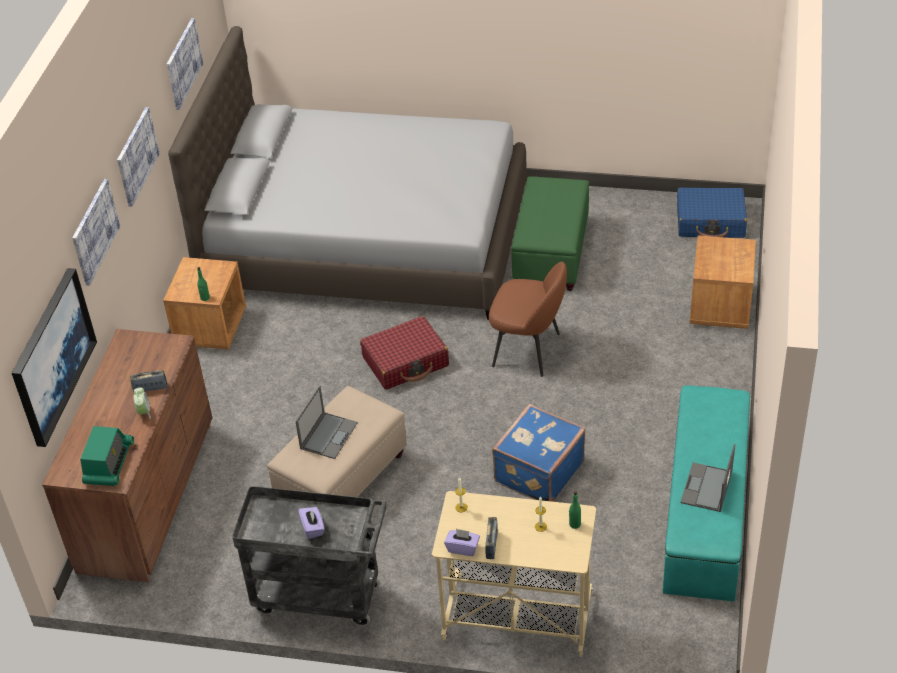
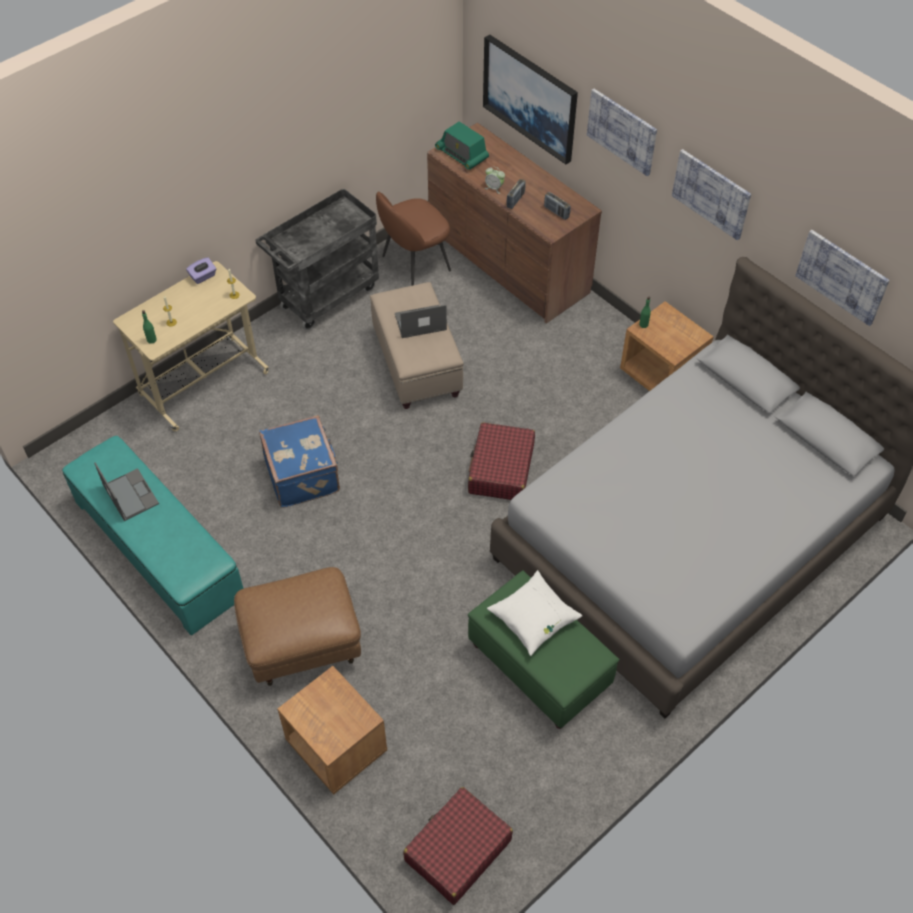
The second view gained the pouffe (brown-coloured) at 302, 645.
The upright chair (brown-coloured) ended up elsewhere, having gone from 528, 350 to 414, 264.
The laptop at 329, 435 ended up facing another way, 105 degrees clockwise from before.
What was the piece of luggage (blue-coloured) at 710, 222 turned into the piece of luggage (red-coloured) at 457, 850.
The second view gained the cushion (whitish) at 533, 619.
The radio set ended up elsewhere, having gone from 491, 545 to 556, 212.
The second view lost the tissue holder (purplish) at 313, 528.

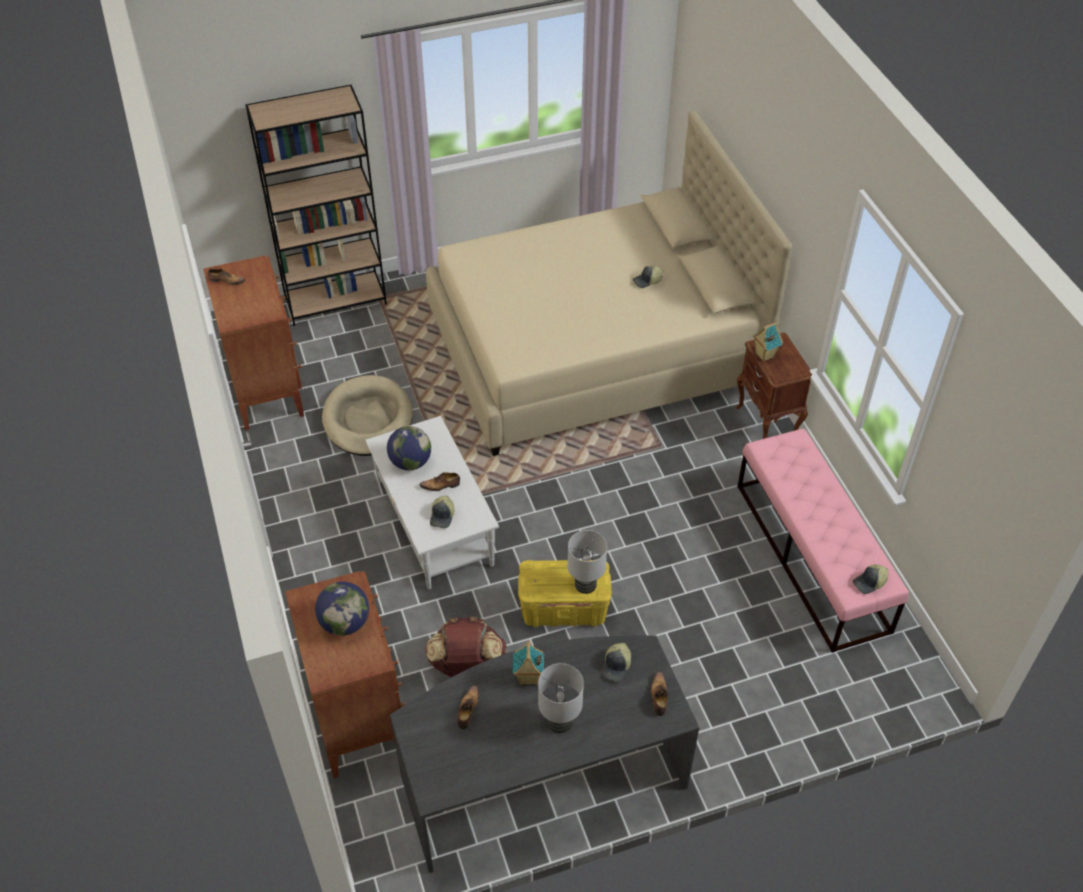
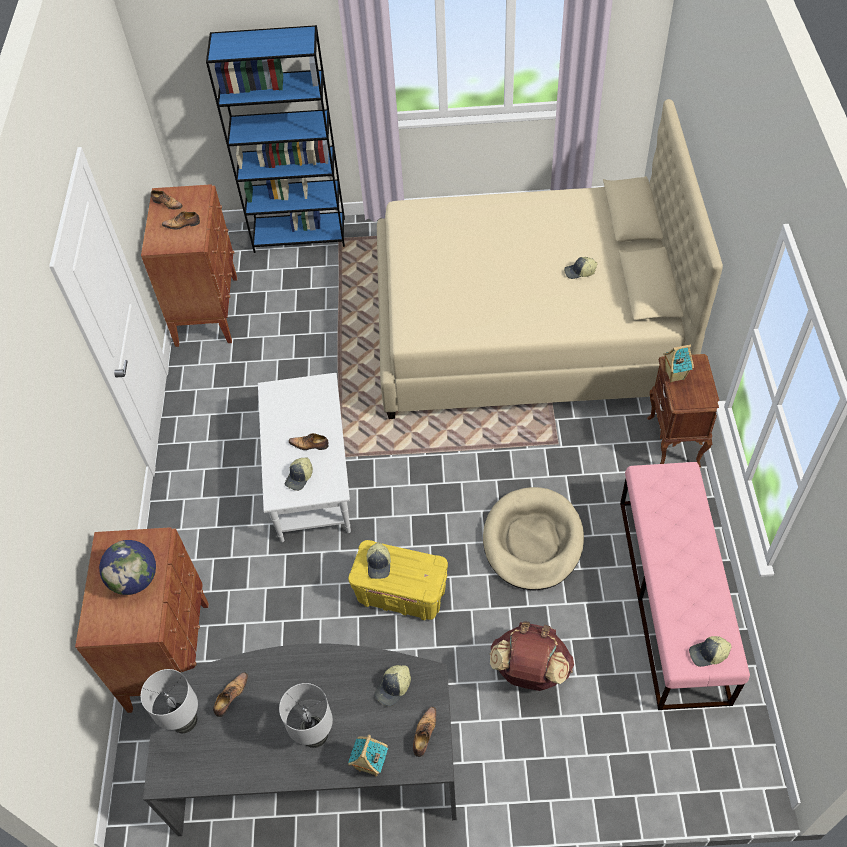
The table lamp (gray) ended up elsewhere, having gone from 585, 584 to 184, 720.
The second view gained the low shoe at 182, 225.
What was the bookcase (beige-coloured) at 336, 301 turned into the bookcase (blue-coloured) at 300, 235.
The toy house ended up elsewhere, having gone from 528, 678 to 370, 765.
The second view gained the peaked cap at 379, 564.
The dog bed (beige-coloured) ended up elsewhere, having gone from 368, 419 to 532, 541.
The backpack (brown-coloured) ended up elsewhere, having gone from 466, 665 to 529, 671.
The second view lost the world globe at 410, 462.

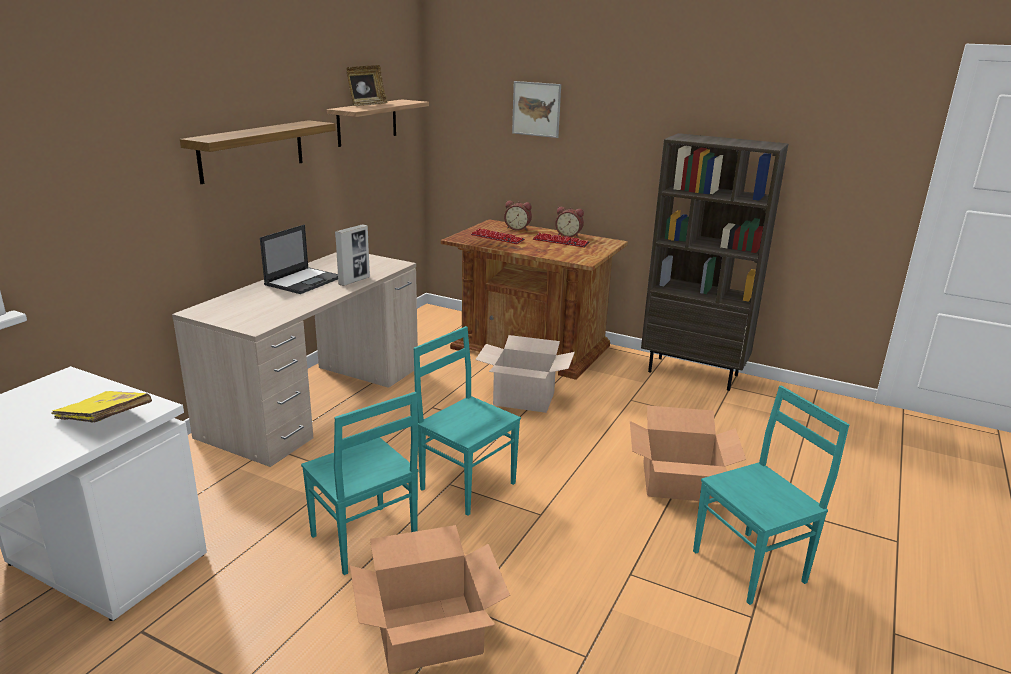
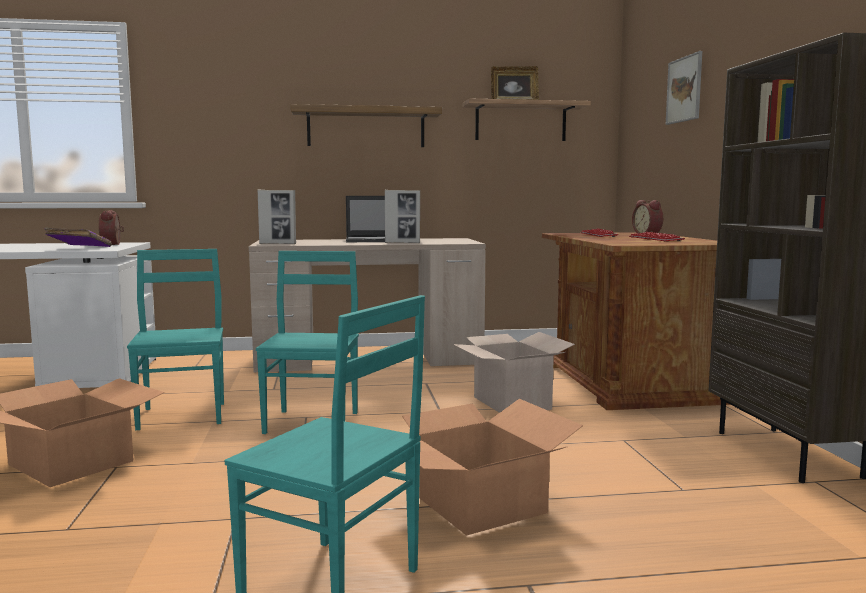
What was the bound book (yellow) at 104, 420 turned into the bound book (purplish) at 79, 248.
The alarm clock ended up elsewhere, having gone from 569, 235 to 113, 245.
The upright chair (turquoise-coloured) at 363, 540 ended up facing another way, 150 degrees clockwise from before.
The second view gained the standing frame at 277, 244.

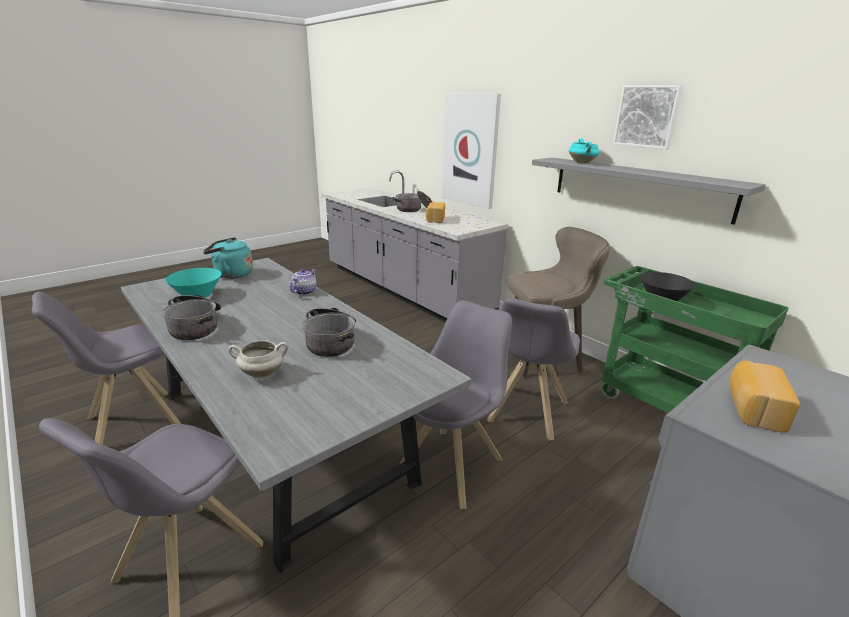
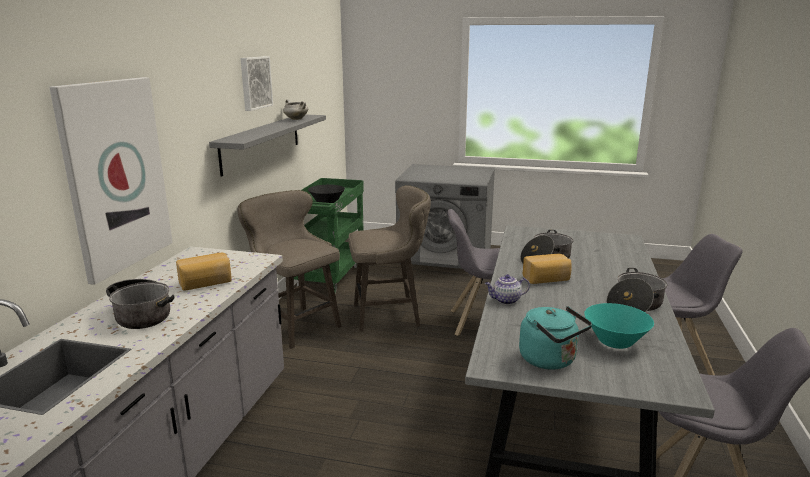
The stockpot (whitish) ended up elsewhere, having gone from 262, 373 to 295, 119.
Where the upright chair (gray) stood at 527, 412, the stool seat (beige-coloured) came to stand at 390, 314.
The baked bread ended up elsewhere, having gone from 753, 409 to 546, 279.
The second view lost the stockpot (turquoise-coloured) at 582, 163.

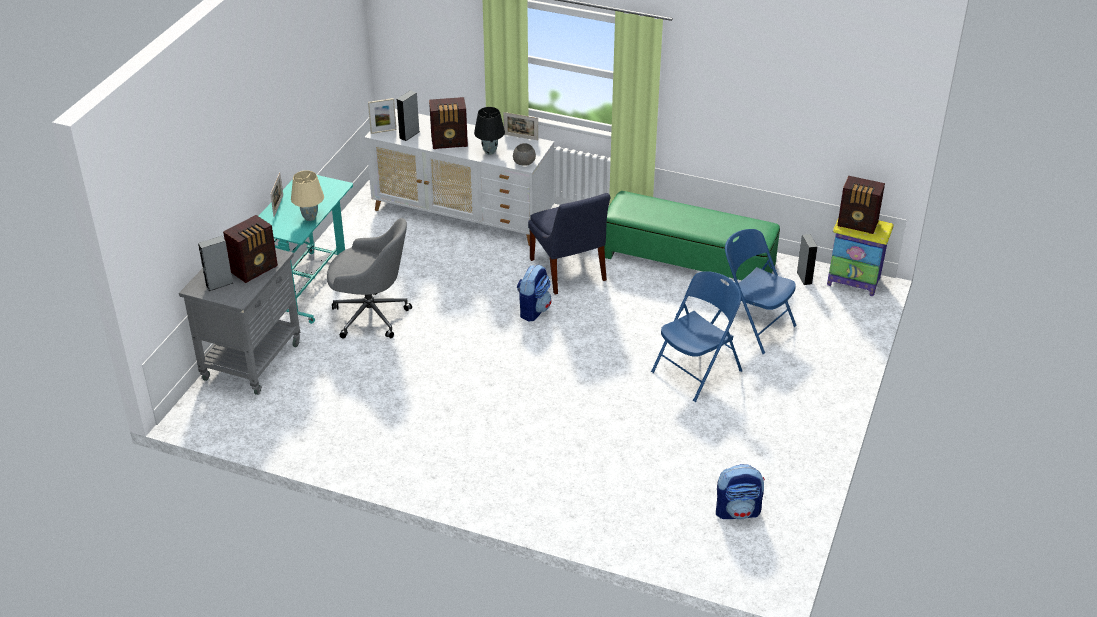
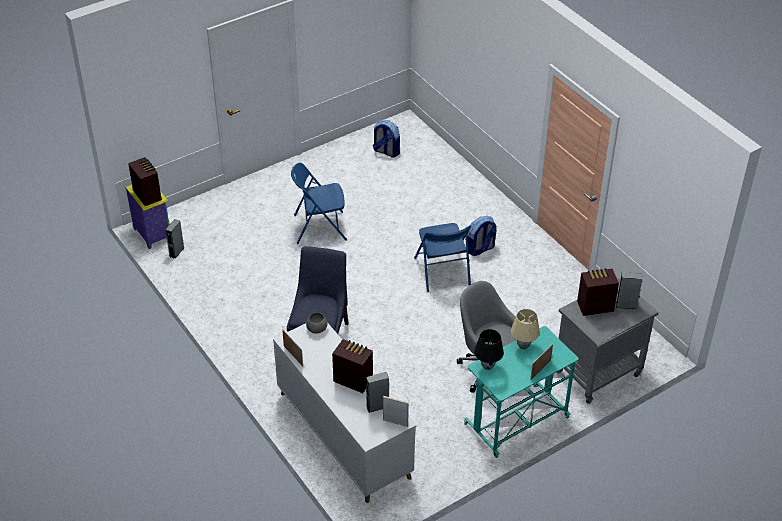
The upright chair (blue-coloured) ended up elsewhere, having gone from 752, 326 to 441, 271.
The backpack ended up elsewhere, having gone from 533, 310 to 480, 249.
The table lamp (blackish) ended up elsewhere, having gone from 490, 152 to 487, 366.
The second view lost the bench (greenish) at 689, 260.

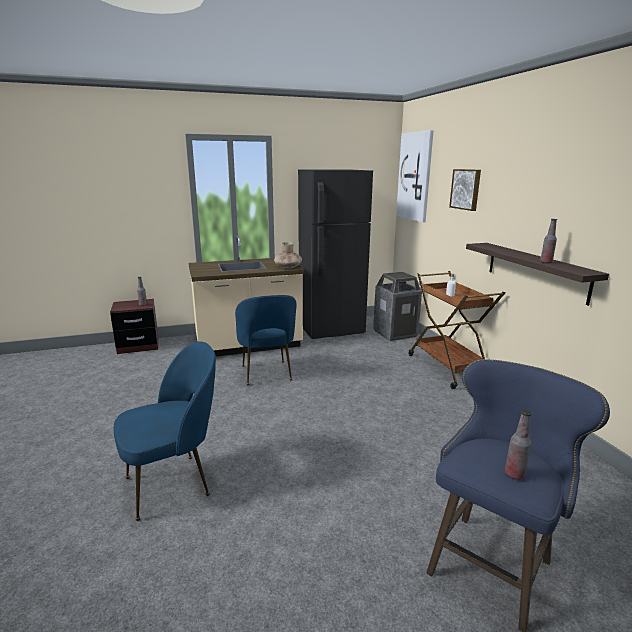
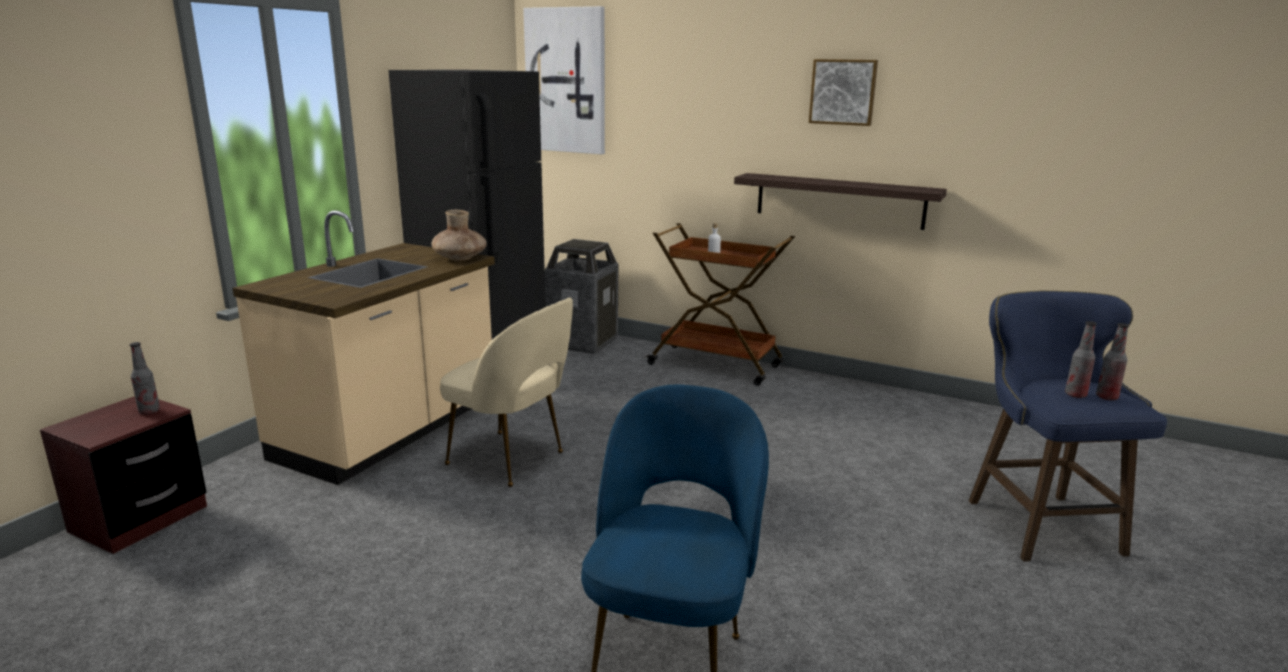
What was the upright chair (blue-coloured) at 266, 375 turned into the upright chair (beige-coloured) at 512, 461.
The wall picture ended up elsewhere, having gone from 466, 189 to 843, 92.
The bottle ended up elsewhere, having gone from 546, 262 to 1075, 395.

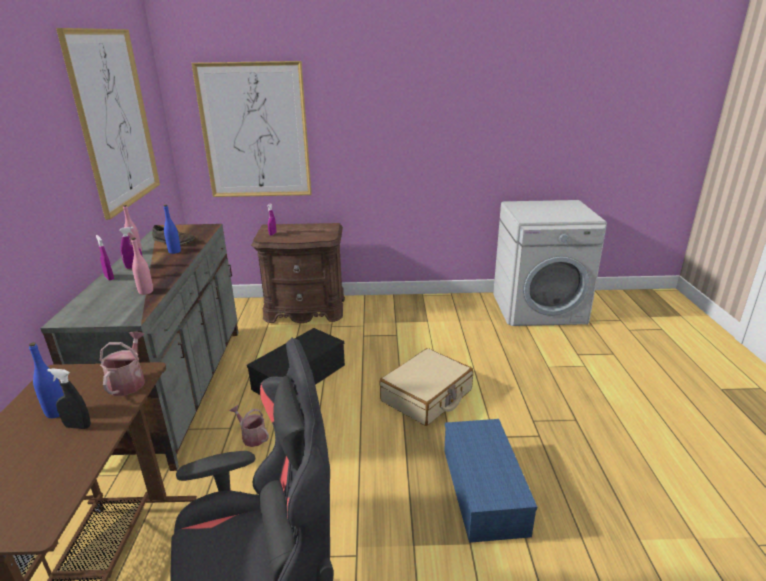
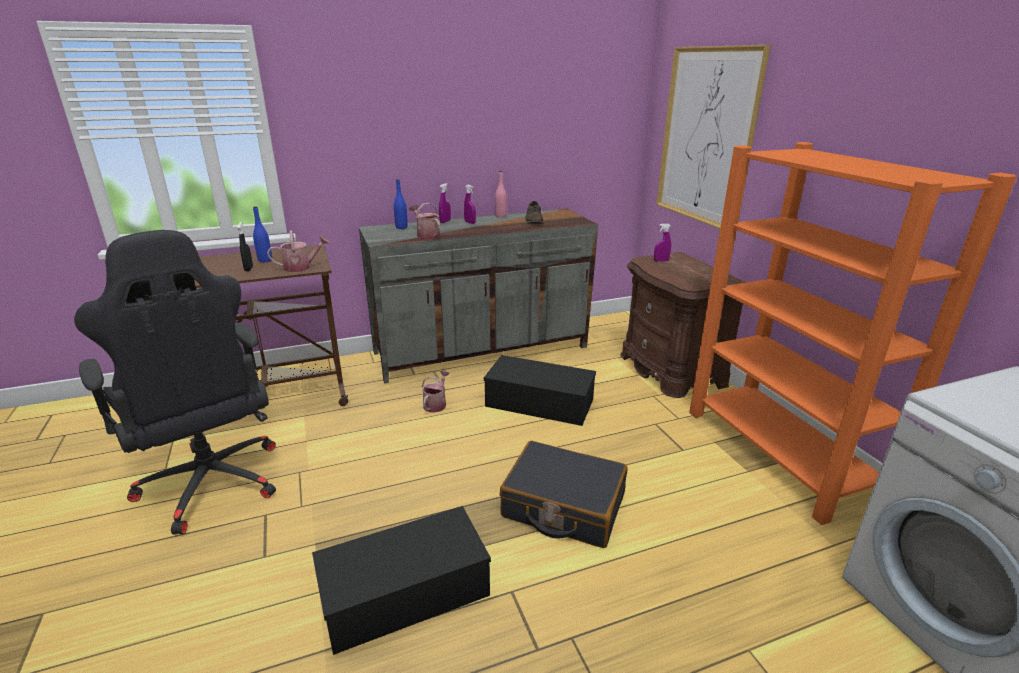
What was the storage container (blue-coloured) at 485, 491 turned into the storage container (blackish) at 403, 595.
The bottle (blue-coloured) ended up elsewhere, having gone from 174, 251 to 401, 227.
Where the bottle (pinkish) stood at 146, 292, the watering pot came to stand at 426, 235.
What was the piece of luggage (beige-coloured) at 427, 396 turned into the piece of luggage (blackish) at 563, 506.
The second view gained the bookcase (orange-coloured) at 779, 452.
The second view lost the wall picture at 114, 120.

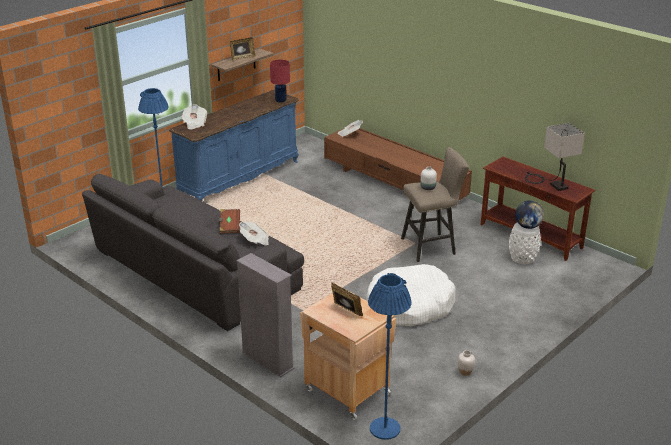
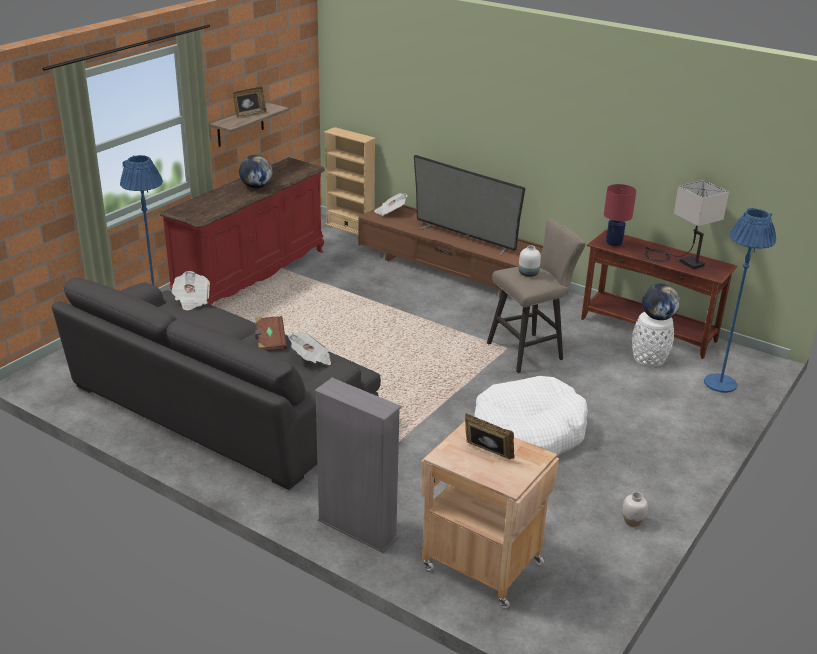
What was the cabinet (blue-coloured) at 241, 178 turned into the cabinet (red-coloured) at 253, 276.
The daily paper ended up elsewhere, having gone from 194, 124 to 191, 300.
The second view gained the world globe at 256, 187.
The second view gained the bookcase (beige-coloured) at 350, 228.
The second view gained the television at 465, 238.
The table lamp (red-coloured) ended up elsewhere, having gone from 280, 101 to 613, 244.
The standard lamp (blue-coloured) ended up elsewhere, having gone from 385, 428 to 720, 383.

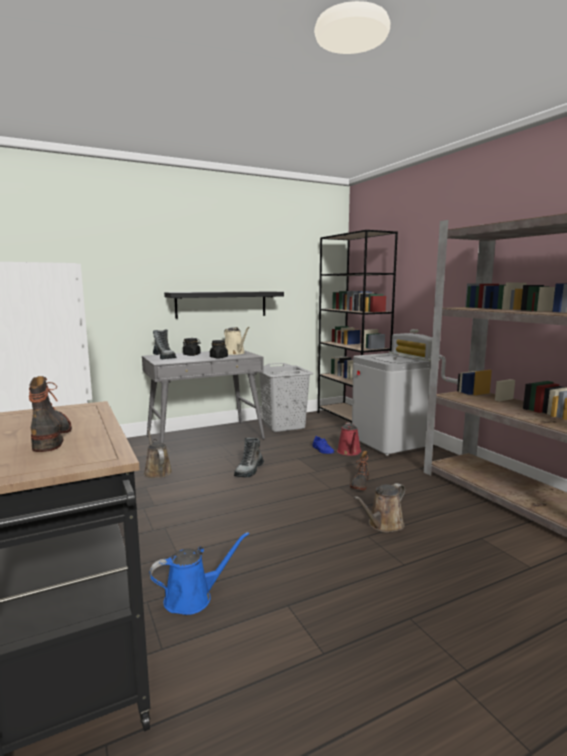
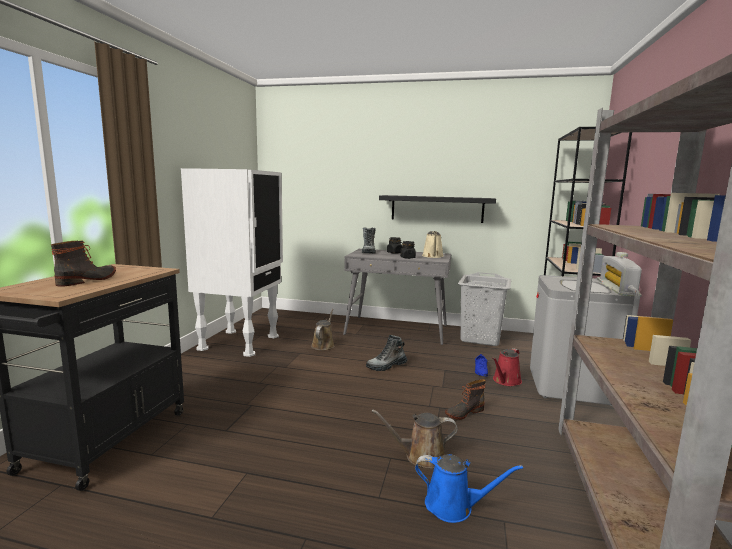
The watering pot (blue-coloured) ended up elsewhere, having gone from 193, 598 to 453, 506.

